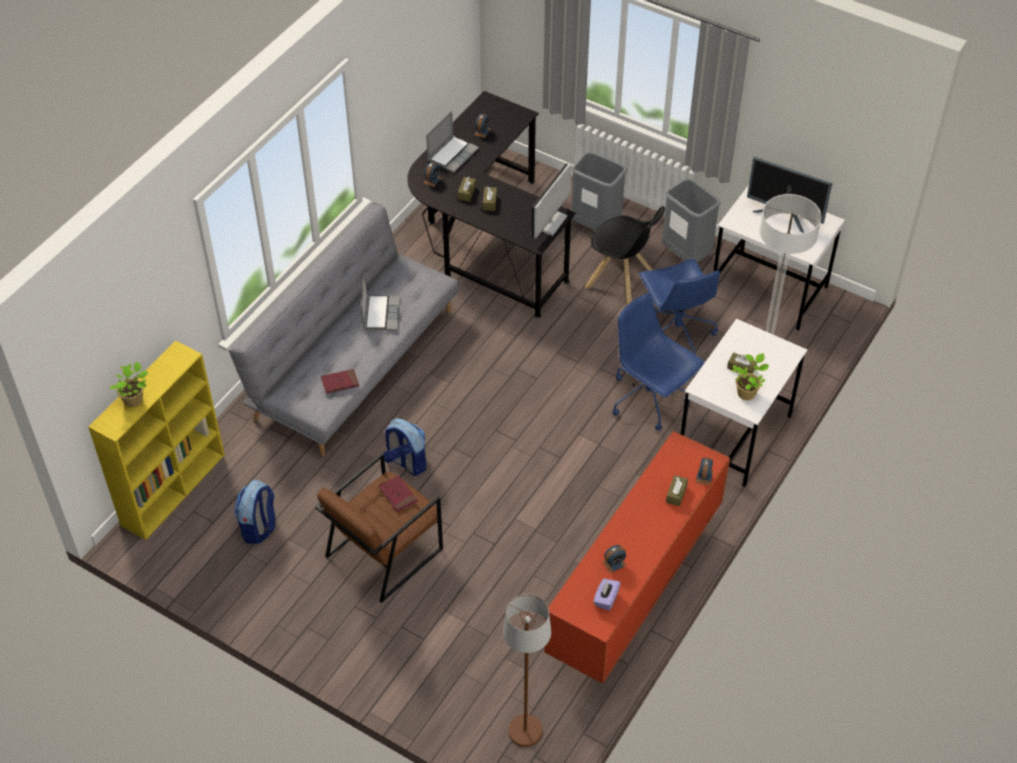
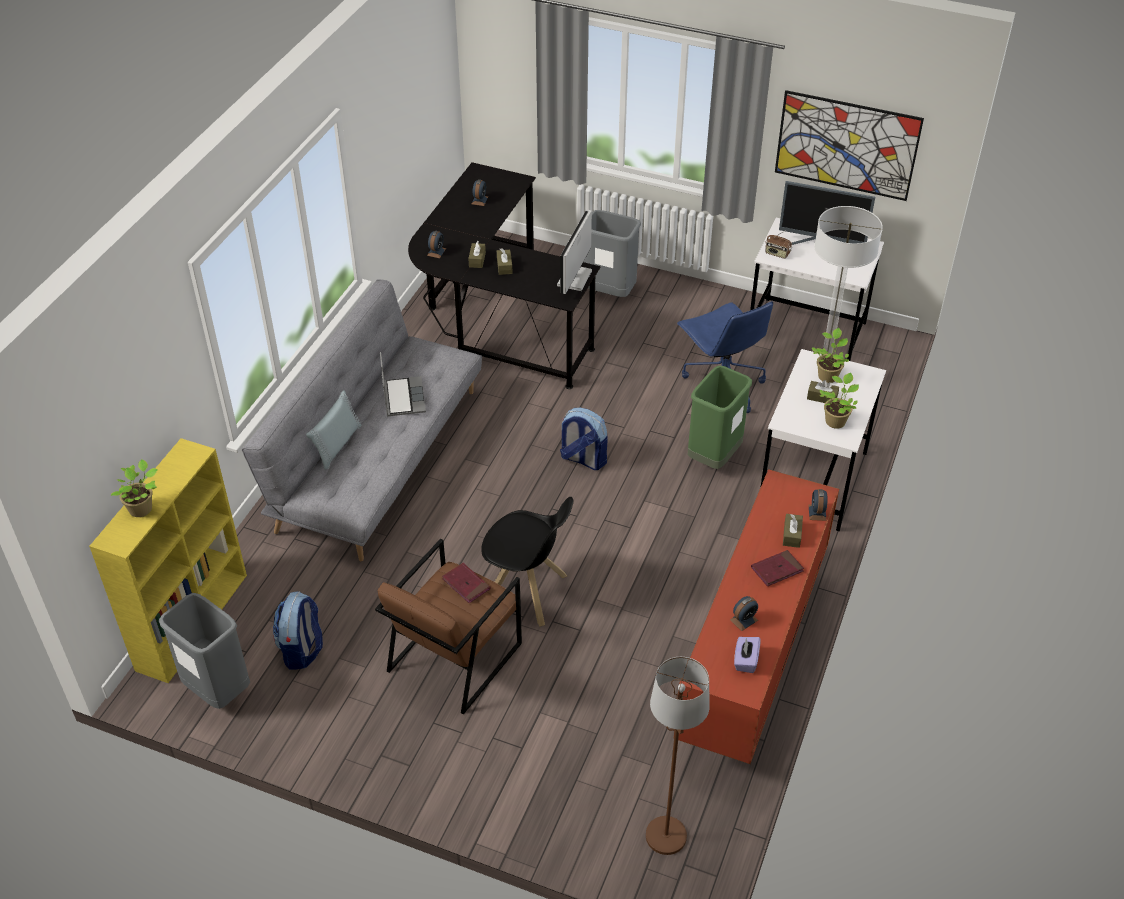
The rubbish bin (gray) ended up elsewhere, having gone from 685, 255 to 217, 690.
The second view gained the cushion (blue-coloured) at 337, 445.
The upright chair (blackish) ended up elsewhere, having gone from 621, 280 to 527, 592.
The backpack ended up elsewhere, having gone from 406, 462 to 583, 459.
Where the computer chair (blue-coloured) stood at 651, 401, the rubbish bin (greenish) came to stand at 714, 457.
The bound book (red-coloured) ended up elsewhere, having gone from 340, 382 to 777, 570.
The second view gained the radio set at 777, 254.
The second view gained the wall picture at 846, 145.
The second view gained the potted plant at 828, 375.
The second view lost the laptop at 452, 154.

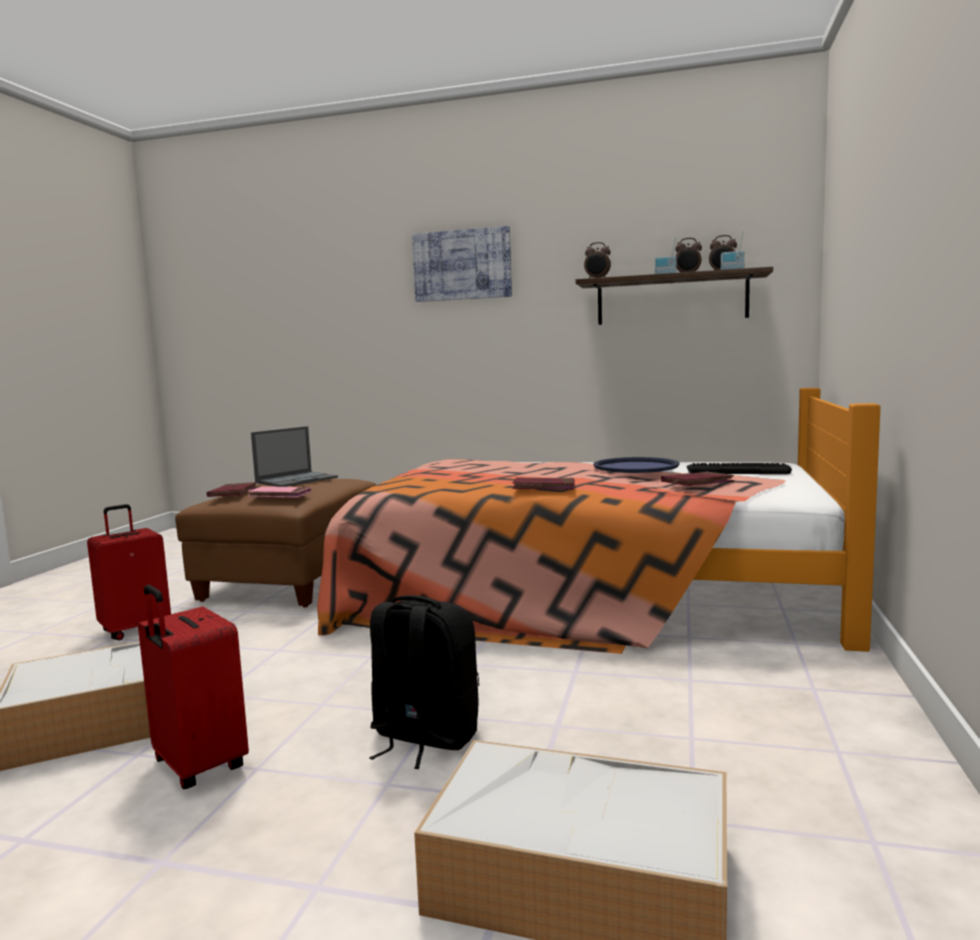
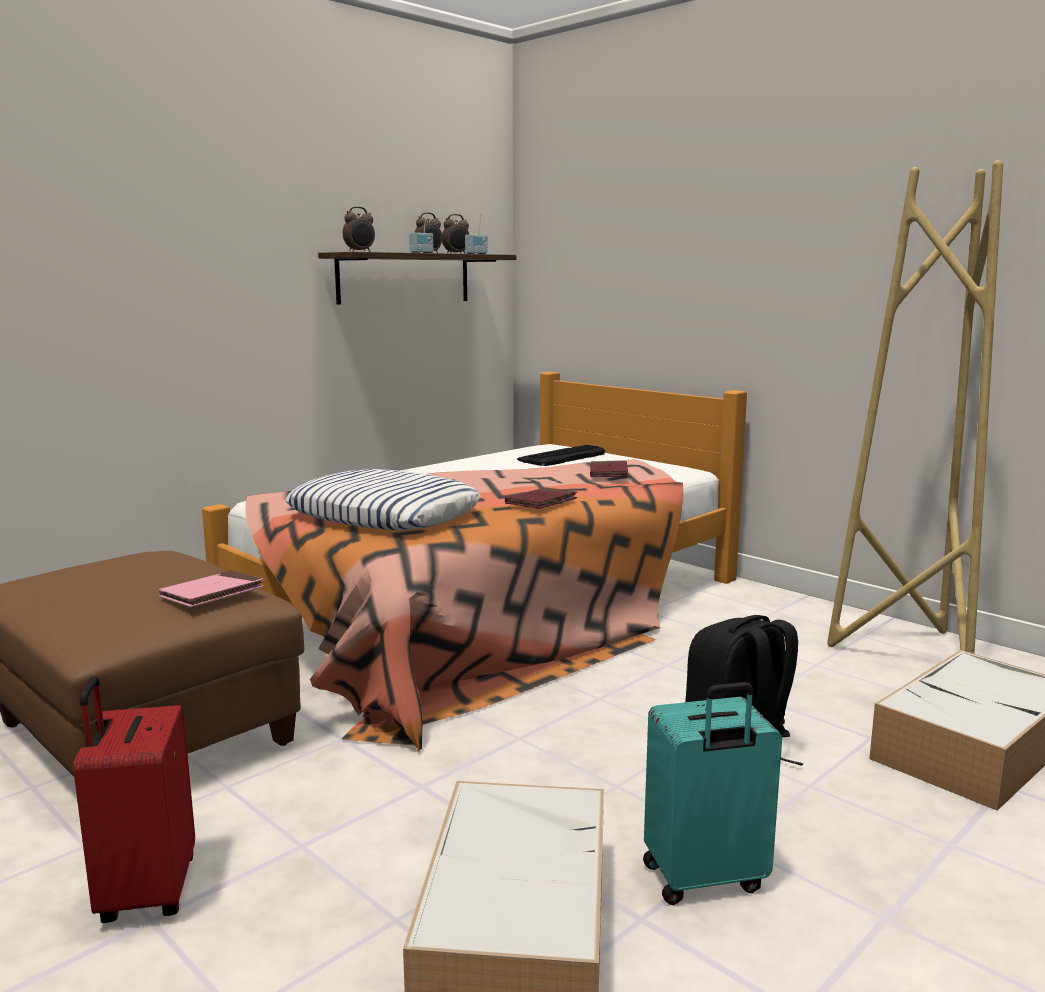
The second view gained the cushion at 385, 514.
What was the piece of luggage (red-coloured) at 197, 766 turned into the piece of luggage (turquoise-coloured) at 704, 879.
The second view gained the garment rack (yellow) at 913, 654.
The second view lost the bound book (red-coloured) at 233, 493.
The second view lost the laptop at 297, 480.
The second view lost the wall picture at 462, 265.
The second view lost the tray (blue-coloured) at 635, 467.

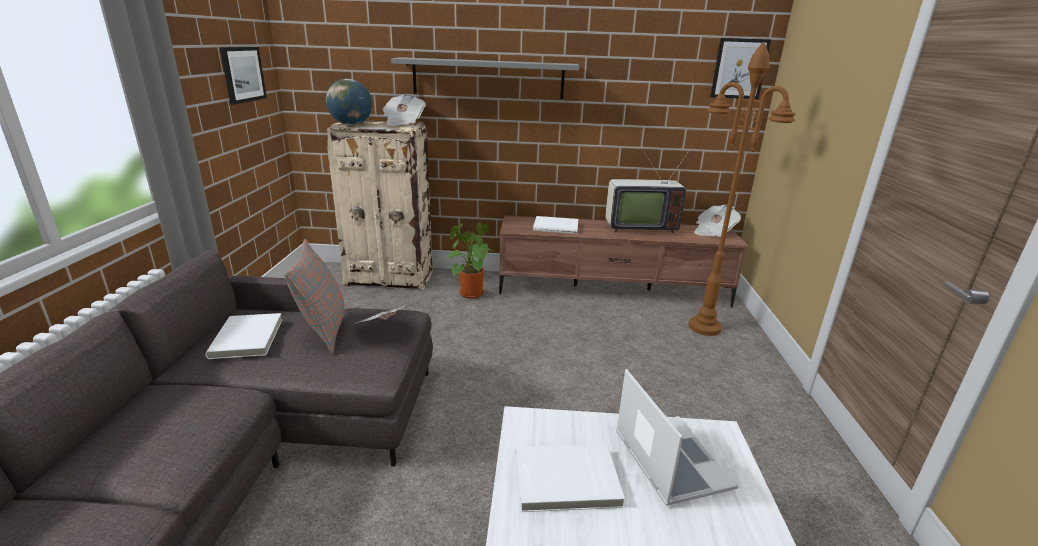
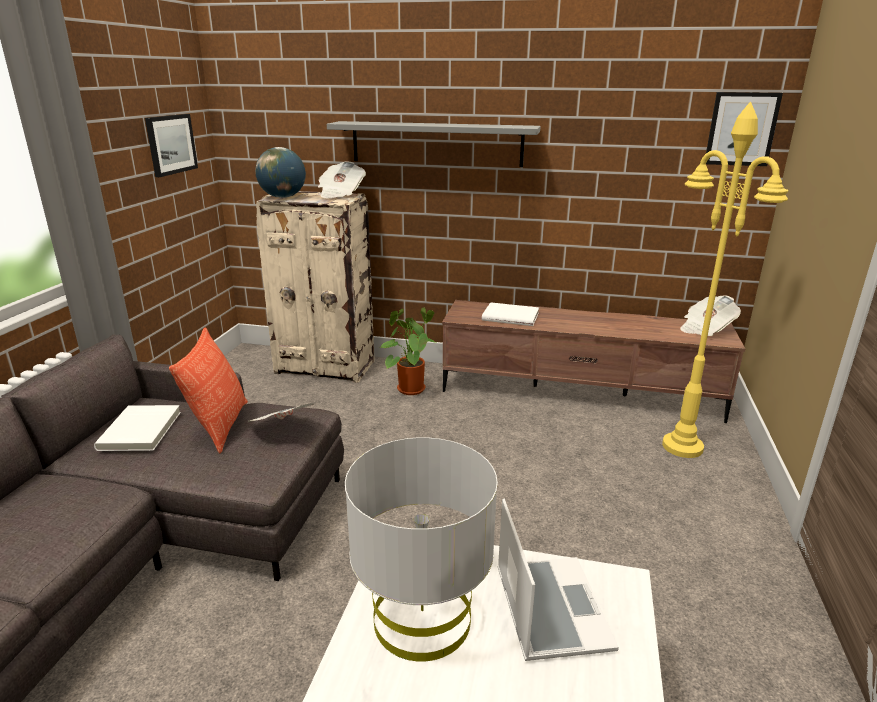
What was the cushion (gray) at 324, 330 turned into the cushion (orange-coloured) at 220, 427.
Where the bound book (whitish) stood at 566, 481, the table lamp (gray) came to stand at 422, 620.
What was the standard lamp (brown-coloured) at 705, 327 turned into the standard lamp (yellow) at 683, 447.
The second view lost the television at 638, 227.

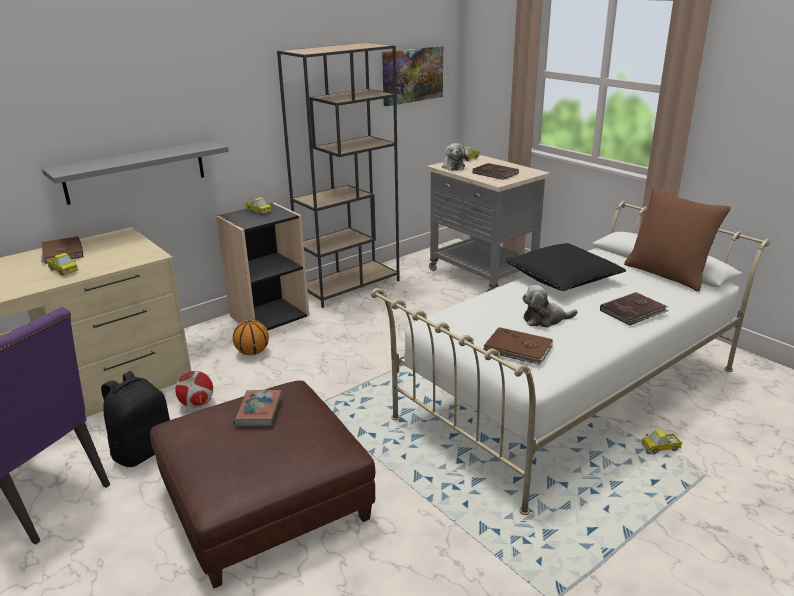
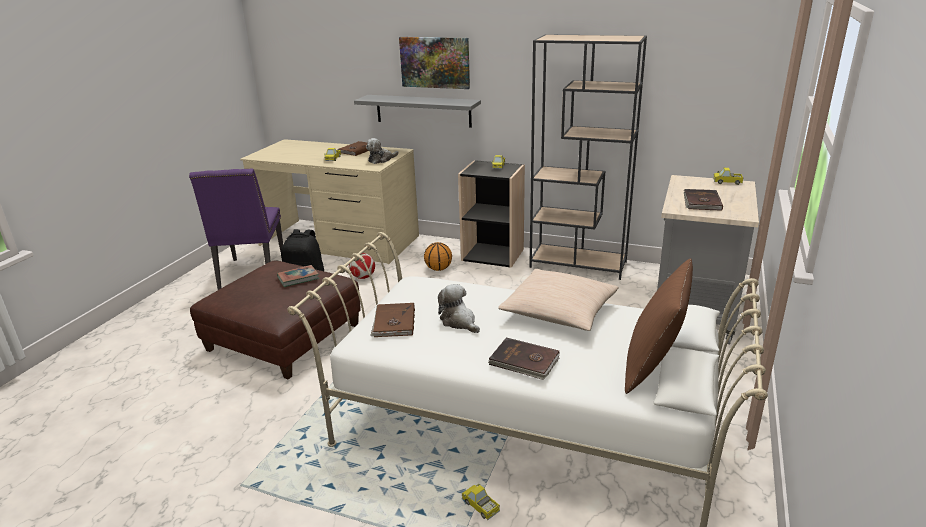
The plush toy ended up elsewhere, having gone from 453, 166 to 381, 160.
The wall picture ended up elsewhere, having gone from 412, 75 to 435, 62.
What was the cushion (blackish) at 563, 279 turned into the cushion (beige-coloured) at 559, 311.

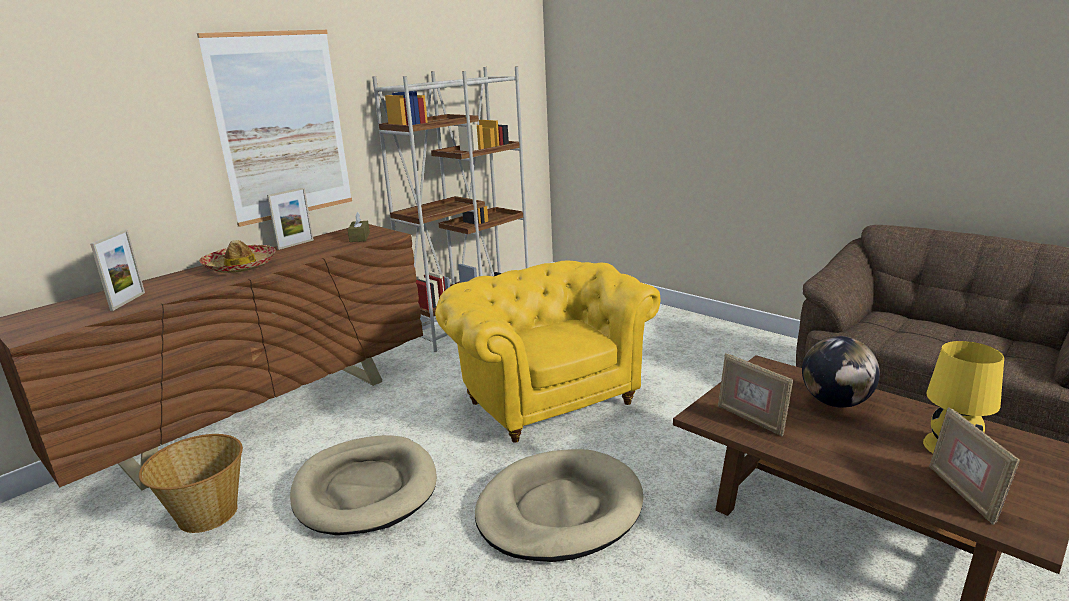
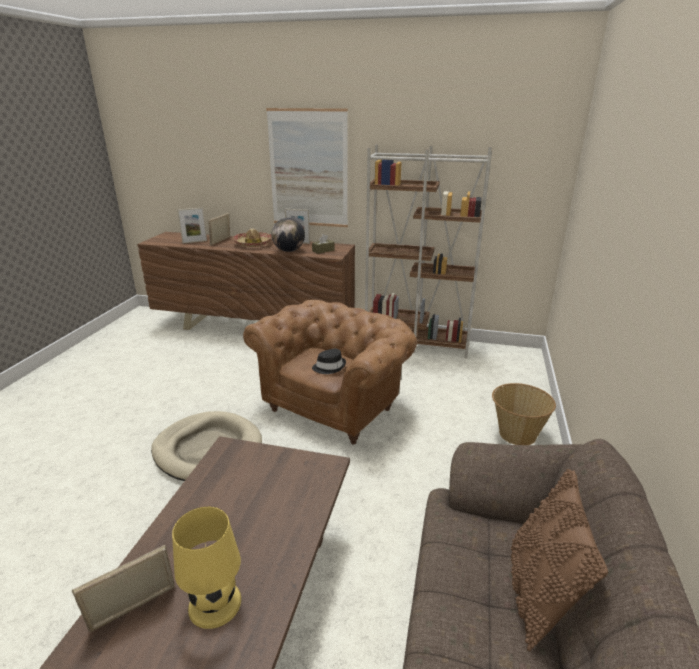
The standing frame ended up elsewhere, having gone from 751, 419 to 221, 241.
What was the armchair (yellow) at 545, 397 turned into the armchair (brown-coloured) at 336, 405.
The world globe ended up elsewhere, having gone from 835, 402 to 289, 251.
The second view gained the clothing hat (blackish) at 329, 367.
The basket ended up elsewhere, having gone from 206, 514 to 517, 434.
The second view gained the cushion (brown-coloured) at 538, 595.
The second view lost the dog bed (beige-coloured) at 365, 489.

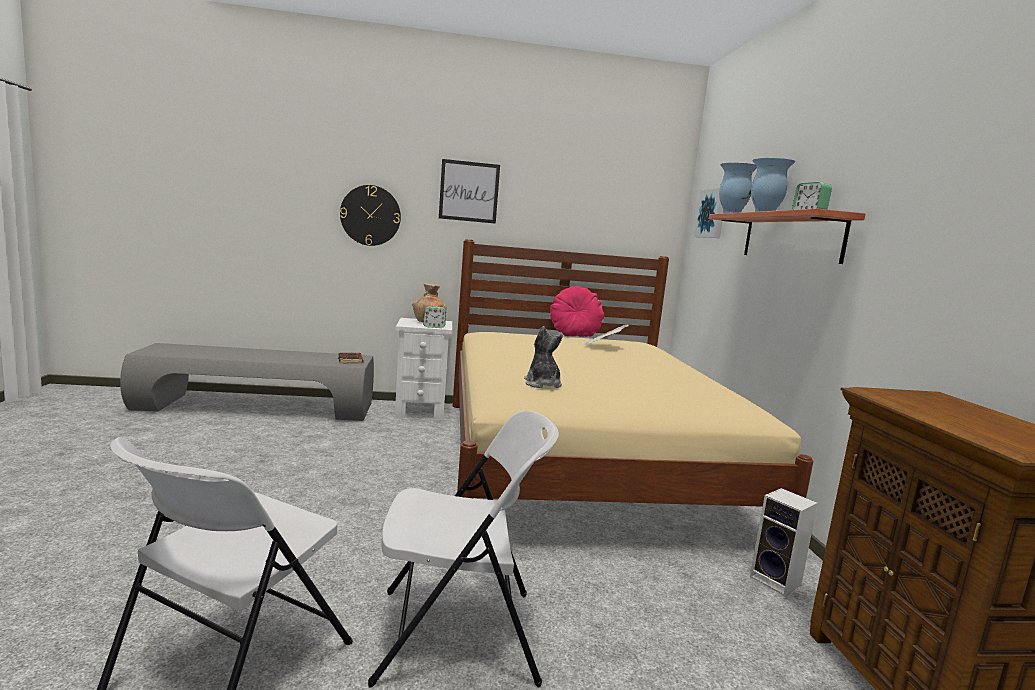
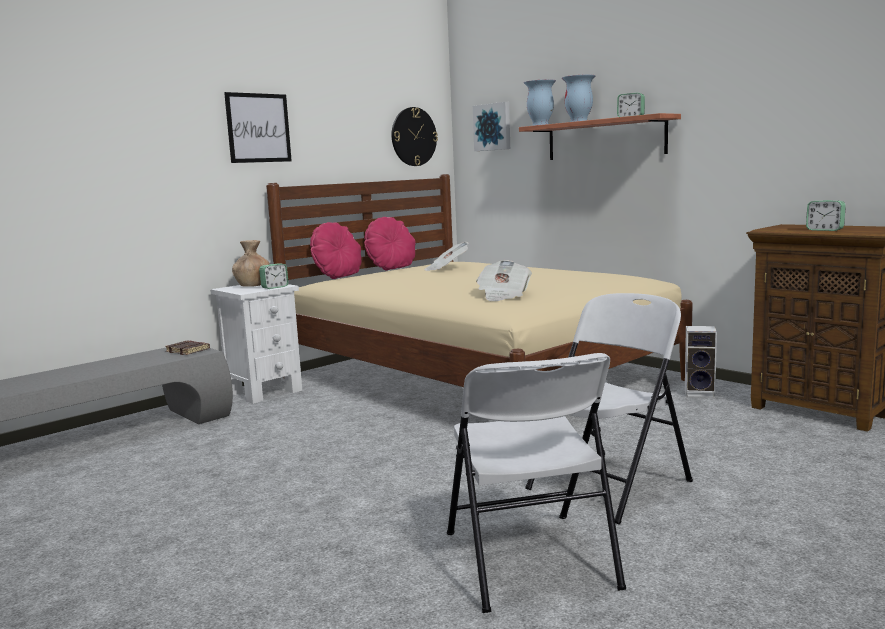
The second view gained the cushion (pinkish) at 338, 277.
The clock on the wall ended up elsewhere, having gone from 370, 215 to 413, 136.
Where the plush toy stood at 542, 384, the daily paper came to stand at 503, 296.
The second view gained the alarm clock at 824, 230.

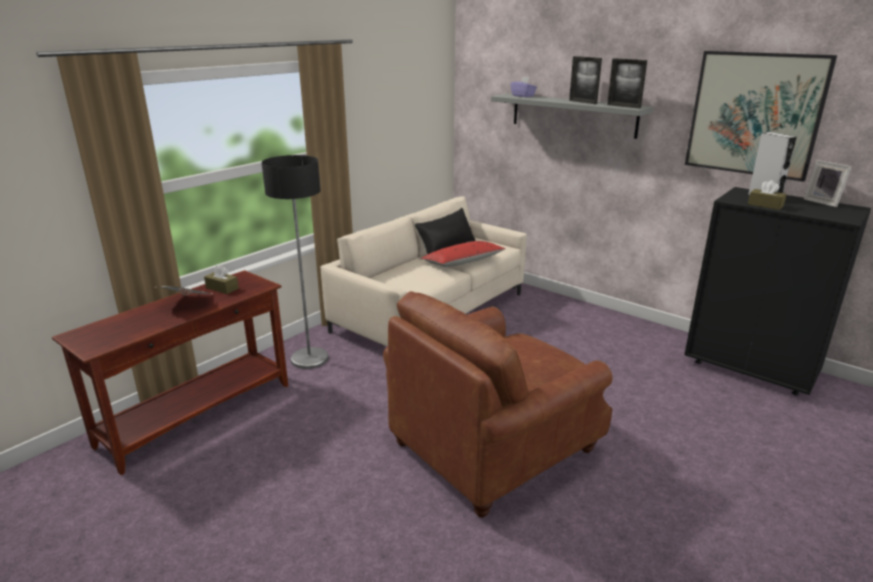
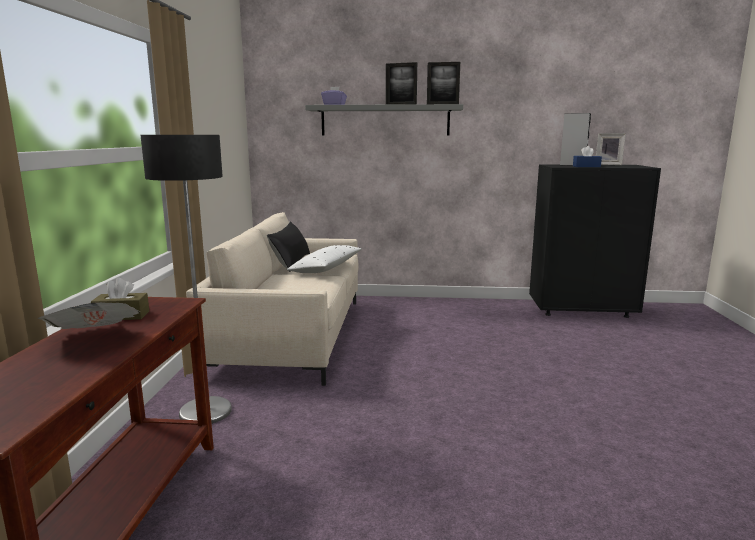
What was the cushion (red-coloured) at 463, 262 turned into the cushion (whitish) at 326, 268.
What was the tissue holder (brown-coloured) at 765, 205 turned into the tissue holder (blue-coloured) at 586, 166.
The second view lost the armchair (brown-coloured) at 494, 447.
The second view lost the wall picture at 754, 114.

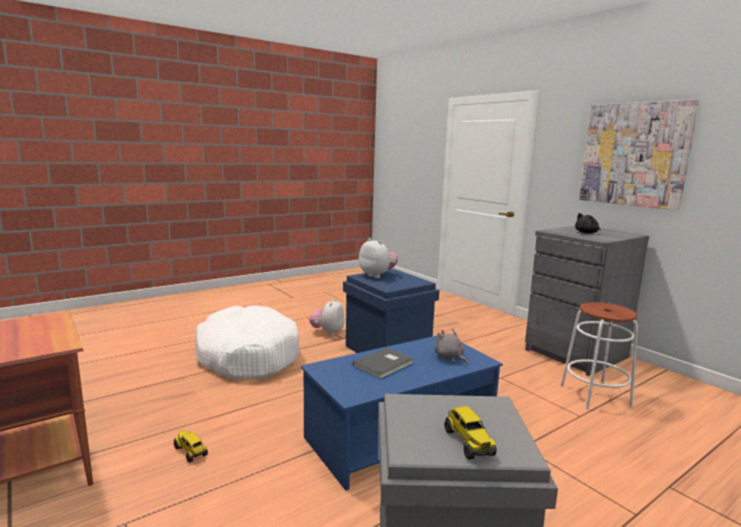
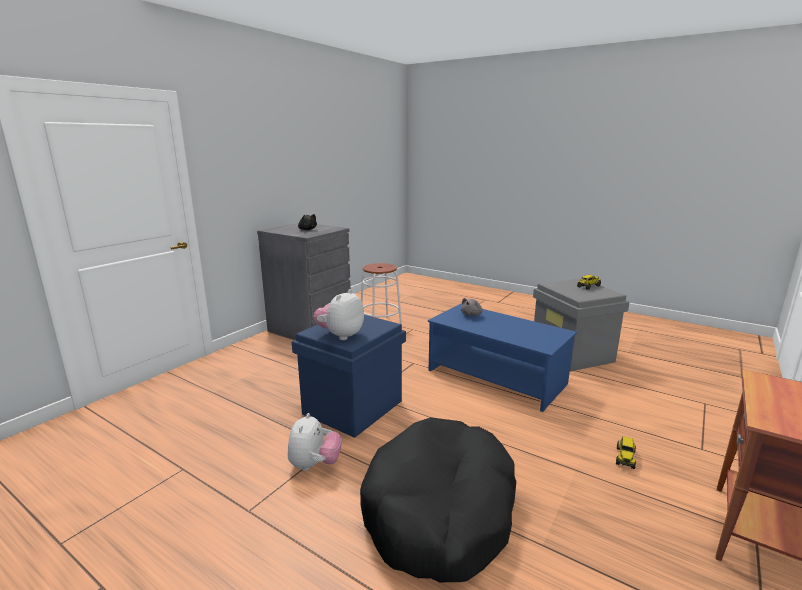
The plush toy at 328, 332 ended up facing another way, 75 degrees counterclockwise from before.
What was the dog bed (whitish) at 248, 356 turned into the dog bed (blackish) at 439, 511.
The second view lost the bound book (gray) at 385, 364.
The second view lost the wall picture at 634, 154.

